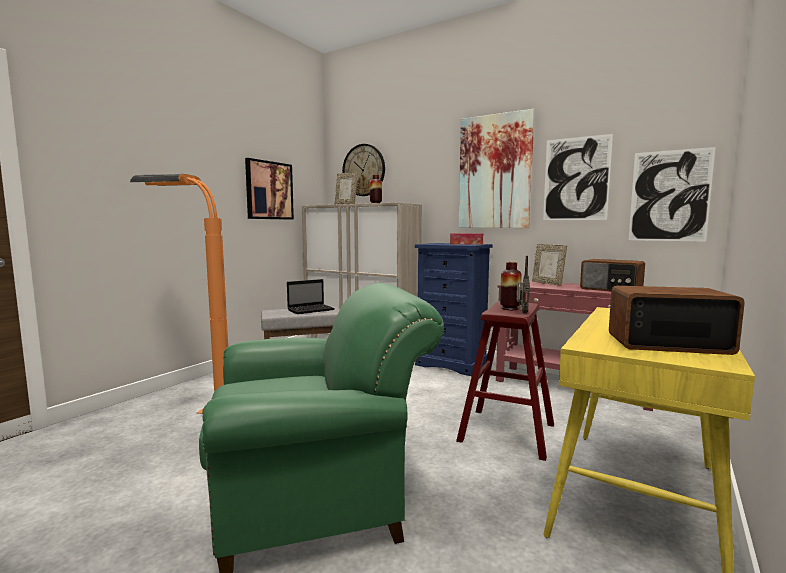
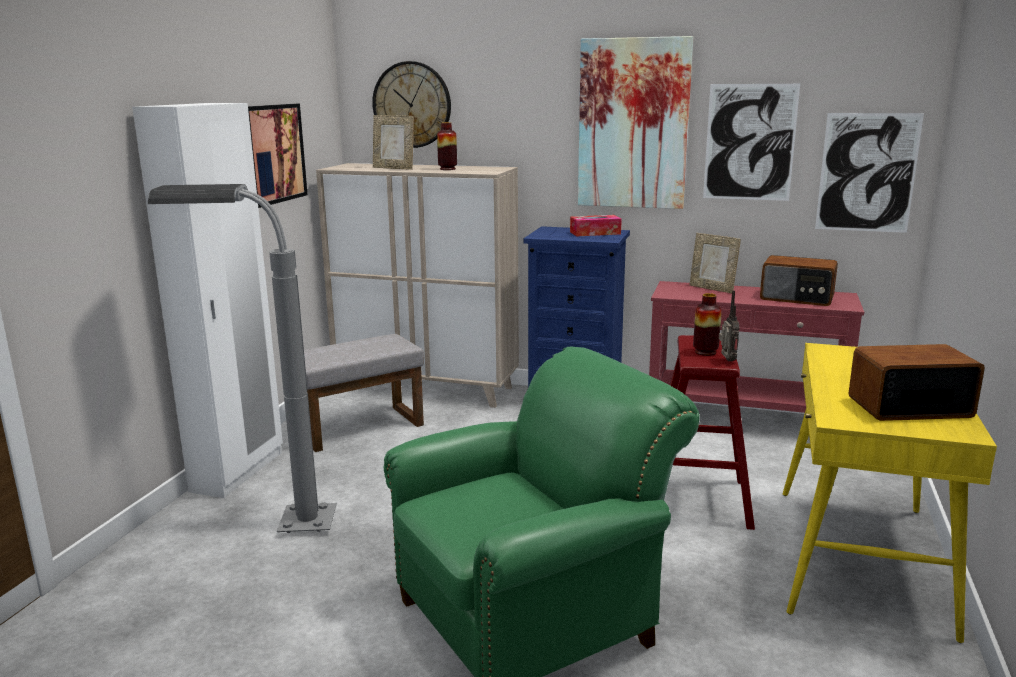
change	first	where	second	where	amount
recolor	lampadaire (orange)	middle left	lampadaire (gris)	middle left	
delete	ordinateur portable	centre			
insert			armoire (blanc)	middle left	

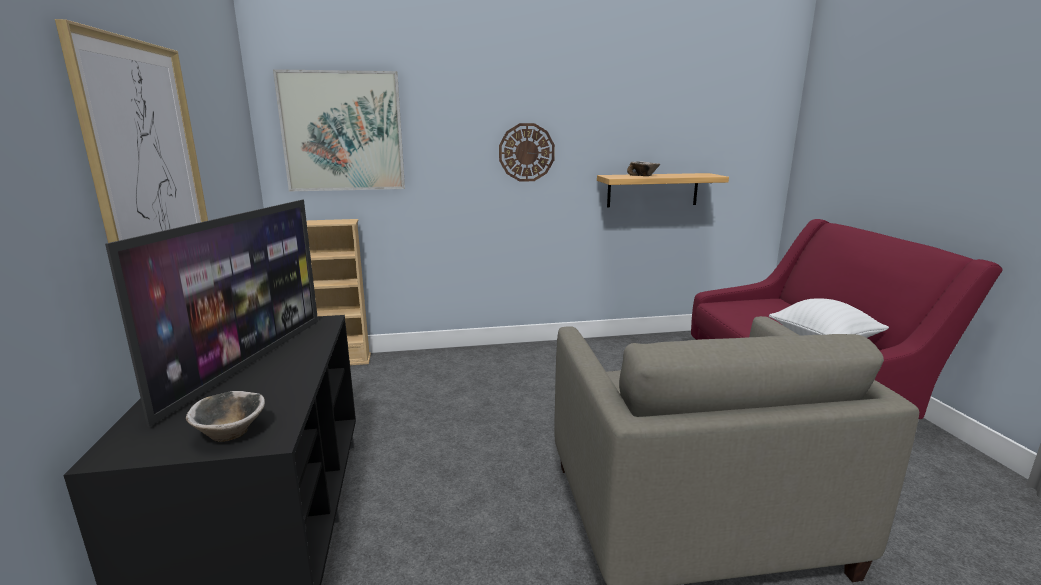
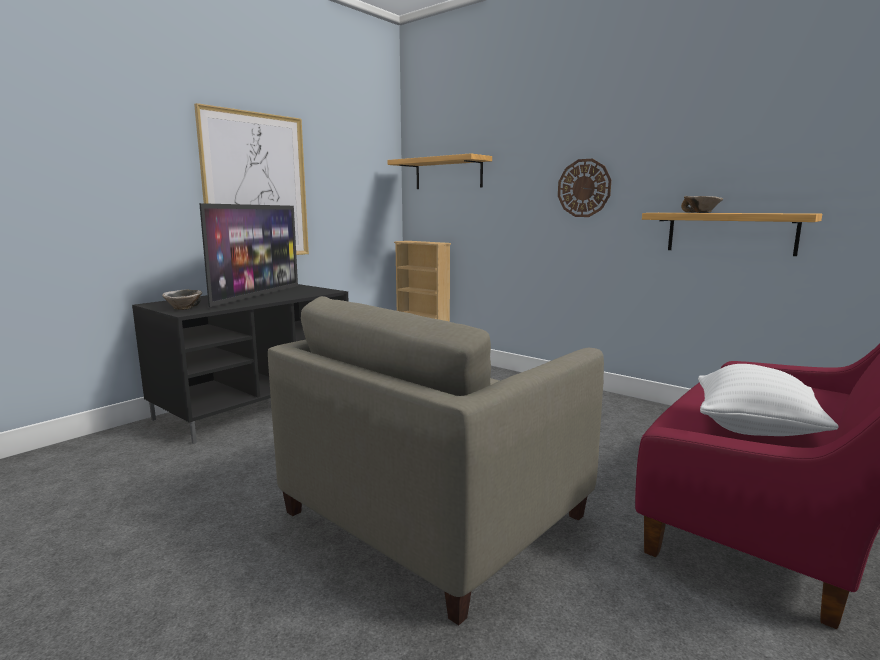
change	first	where	second	where	amount
replace	tableau (2nd from left)	top left	étagère (1st from left)	top centre	
rotate	téléviseur	middle left		middle left	45 degrees counterclockwise

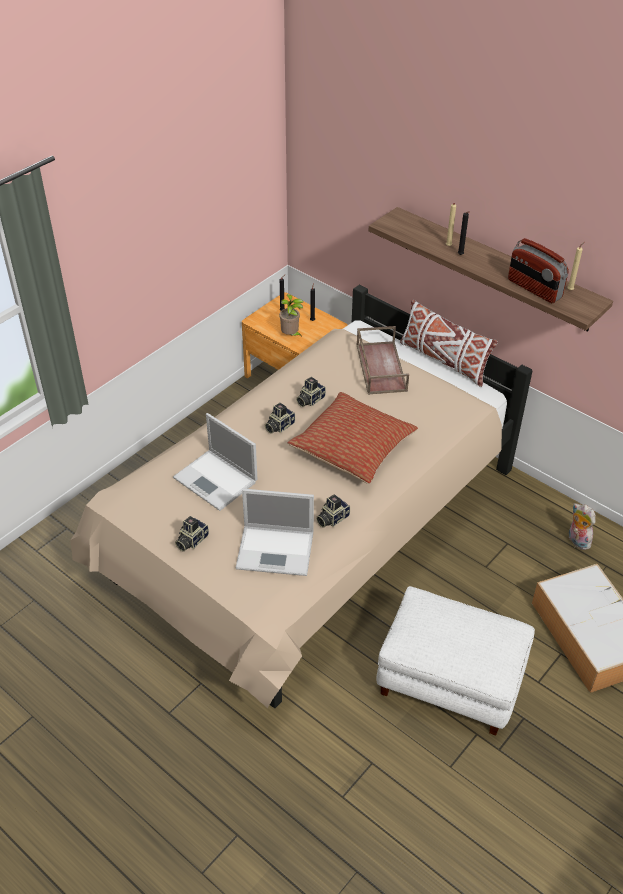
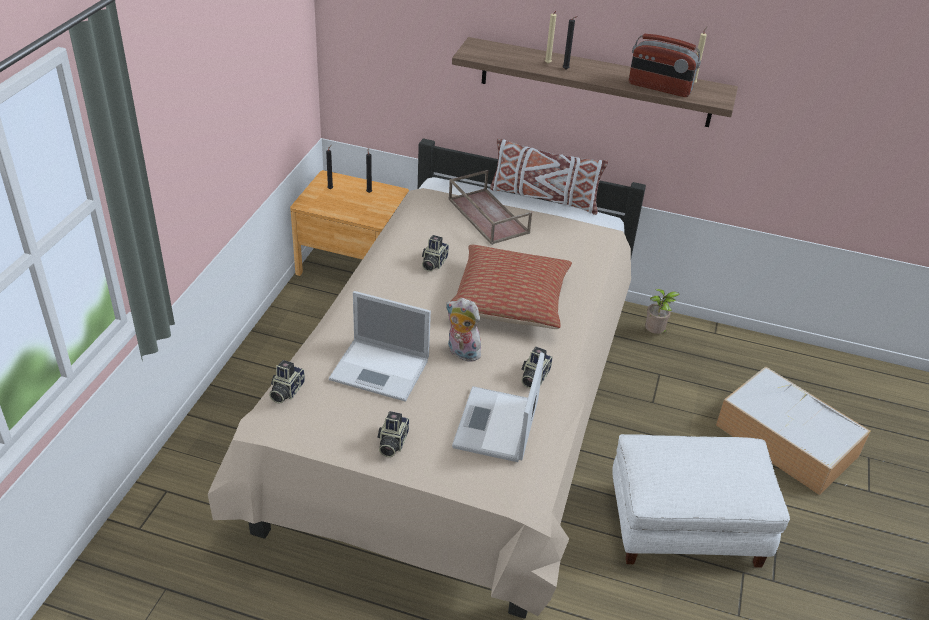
change	first	where	second	where	amount
move	plante en pot	centre		middle right	
move	appareil photo (2nd from left in the first image)	centre	appareil photo (1st from left)	middle left	
rotate	ordinateur portable (2nd from left)	centre		centre	120 degrees clockwise
move	peluche	middle right		centre	

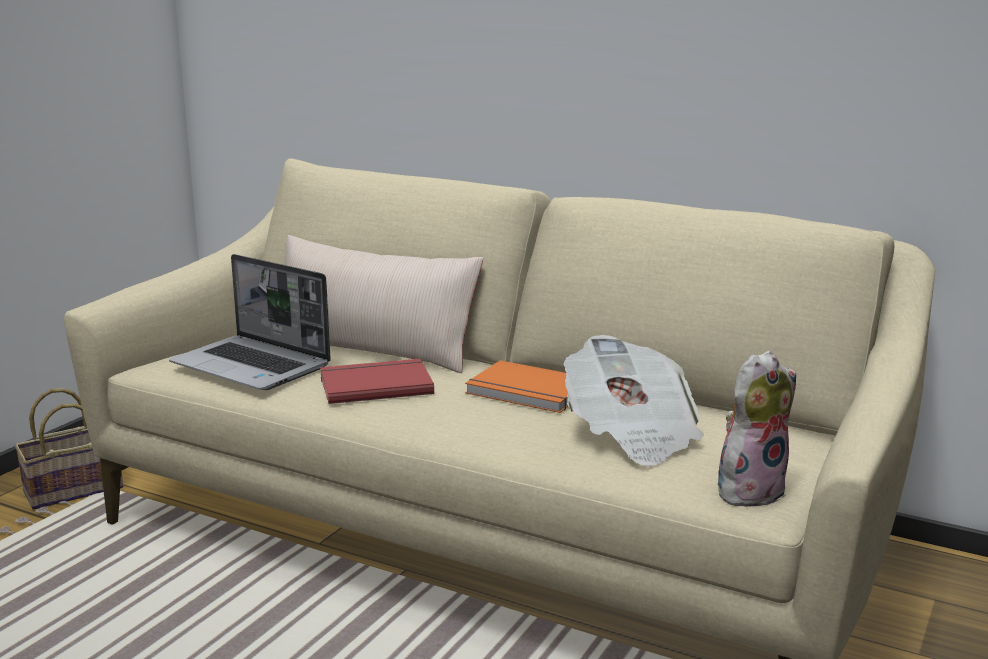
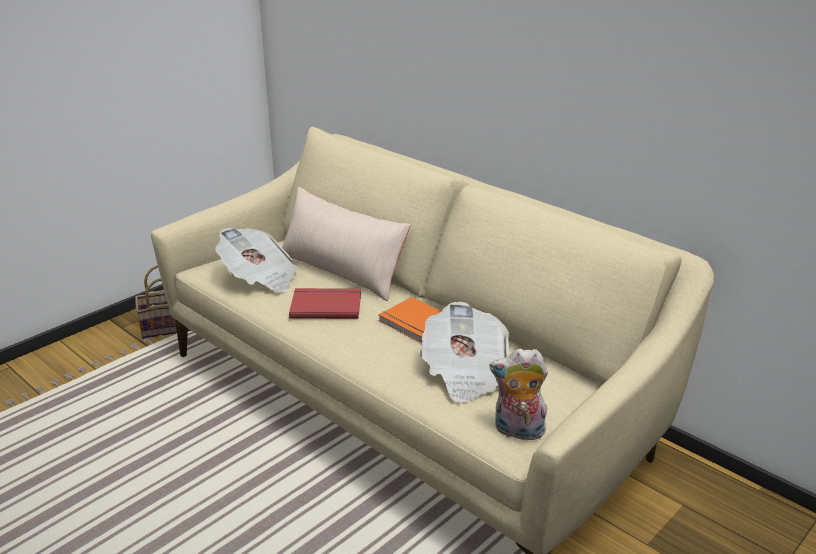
change	first	where	second	where	amount
replace	ordinateur portable	middle left	journal (1st from left)	middle left	
rotate	peluche	middle right		bottom centre	150 degrees counterclockwise

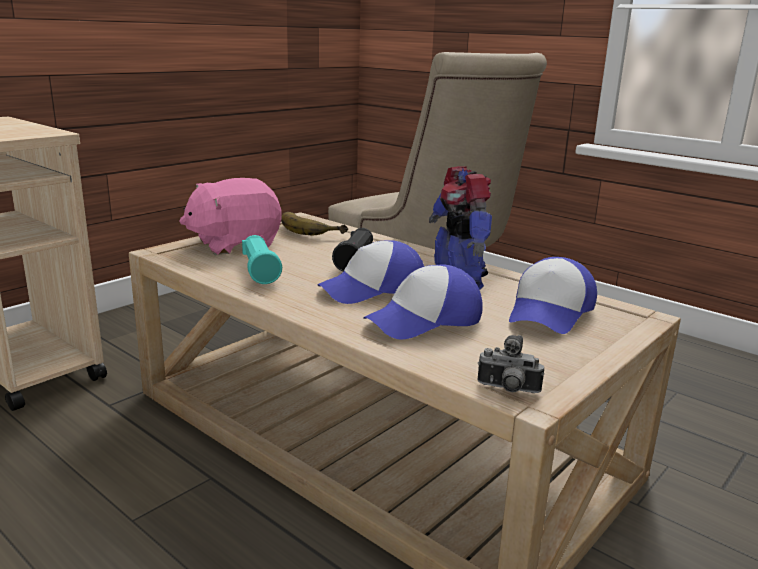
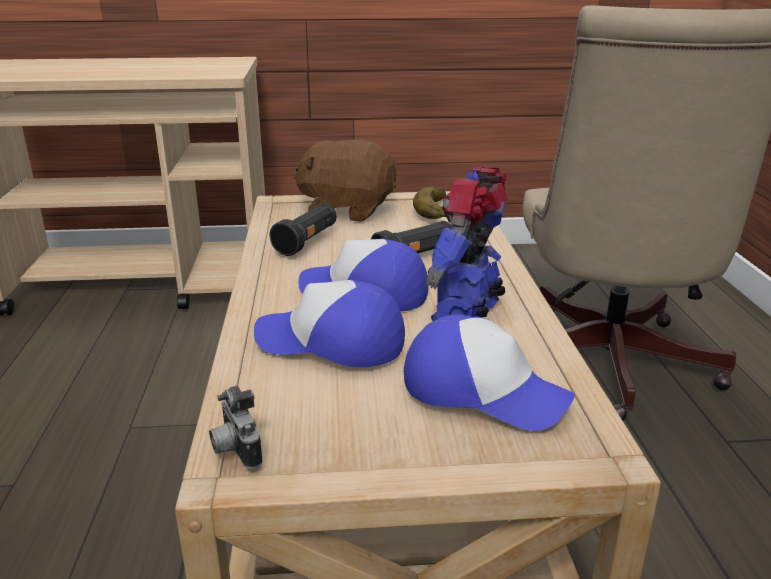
change	first	where	second	where	amount
recolor	peluche (rose)	middle left	peluche (marron)	top centre	
recolor	lampe de poche (turquoise)	centre	lampe de poche (noir) (1st from left)	centre	
rotate	casquette (3rd from left)	middle right		centre	135 degrees counterclockwise

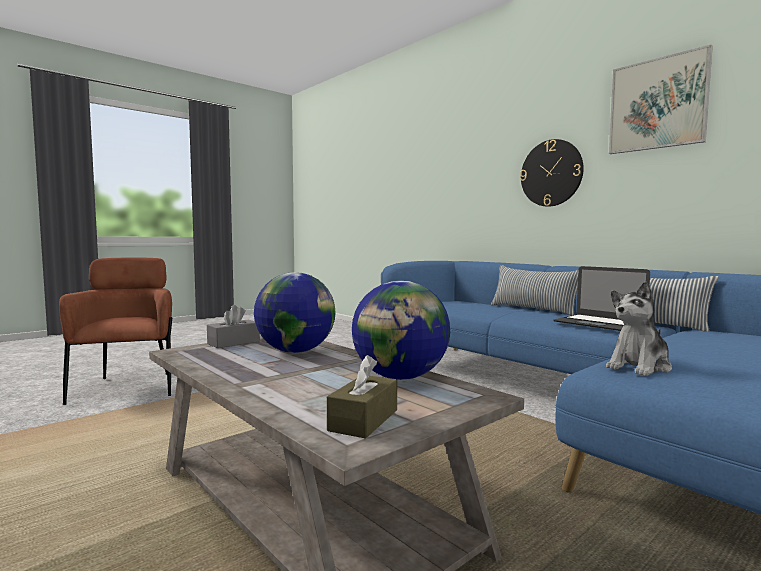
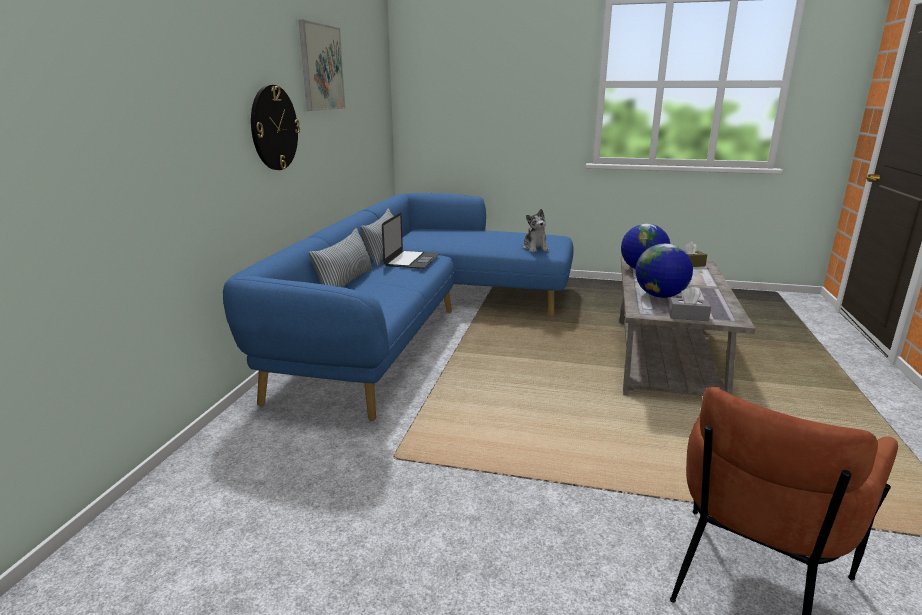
change	first	where	second	where	amount
rotate	peluche	middle right		centre	60 degrees clockwise

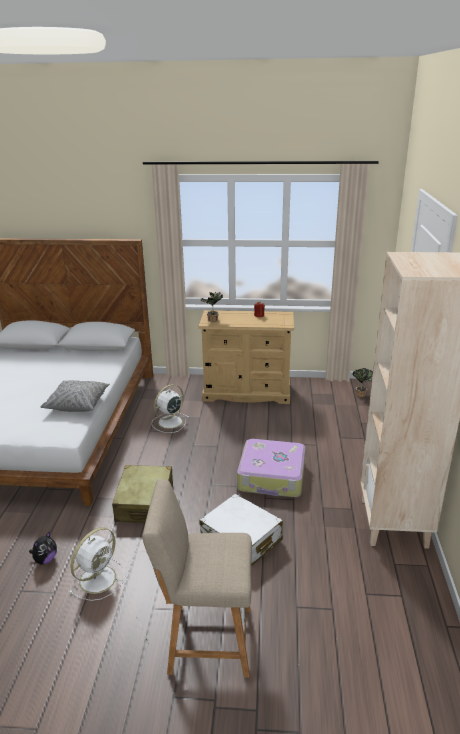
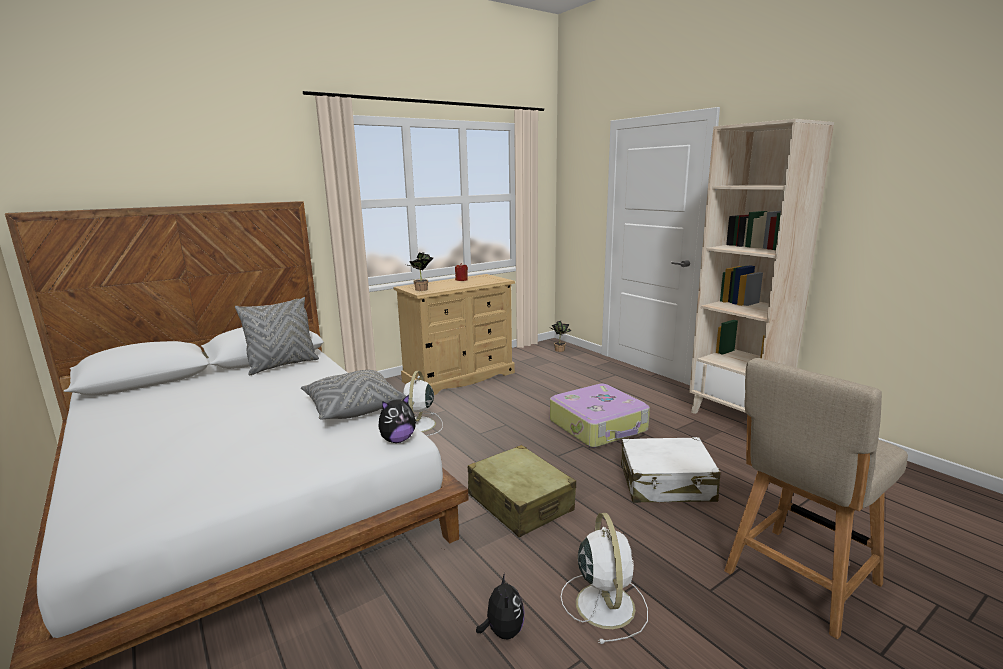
change	first	where	second	where	amount
insert			coussin (gris) (1st from left)	middle left	
insert			peluche (1st from left)	centre	

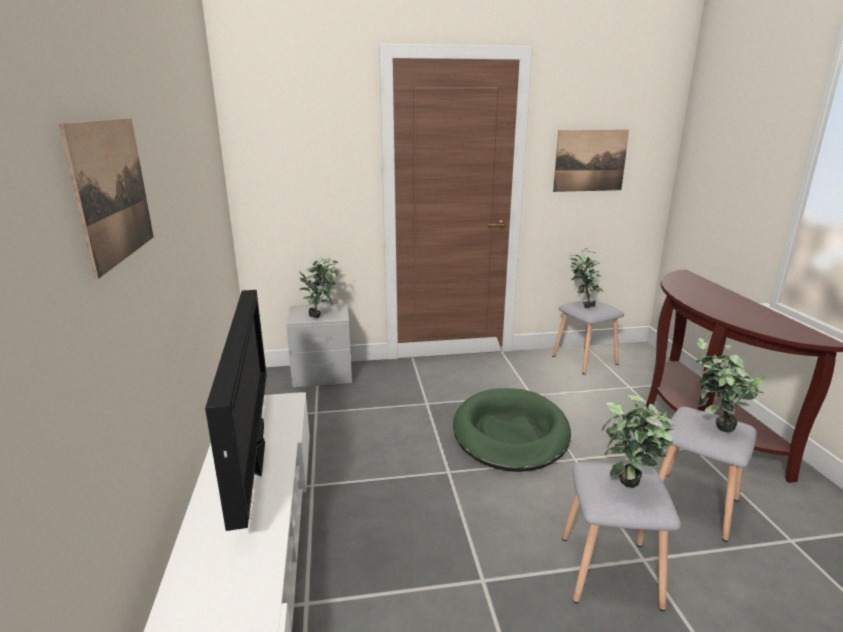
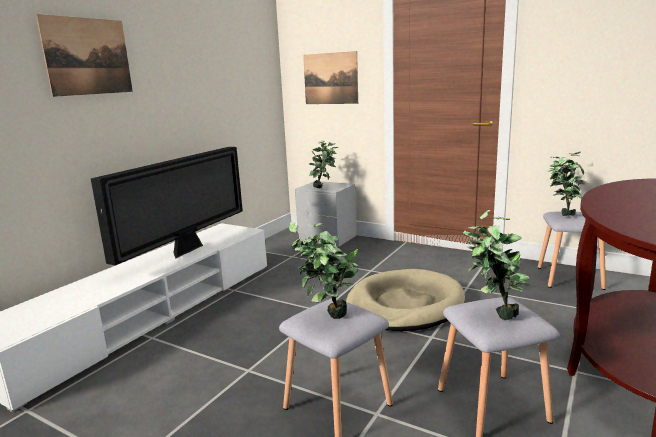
change	first	where	second	where	amount
move	tableau (2nd from left)	top right		top centre	
recolor	panier pour chien (vert)	bottom centre	panier pour chien (beige)	bottom centre	

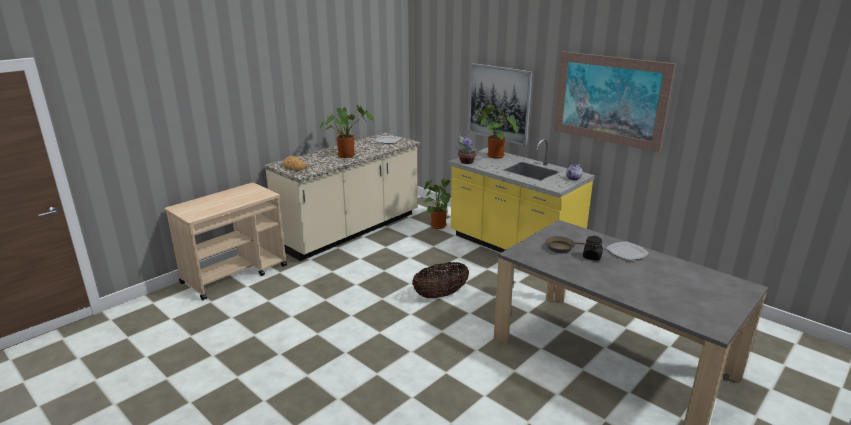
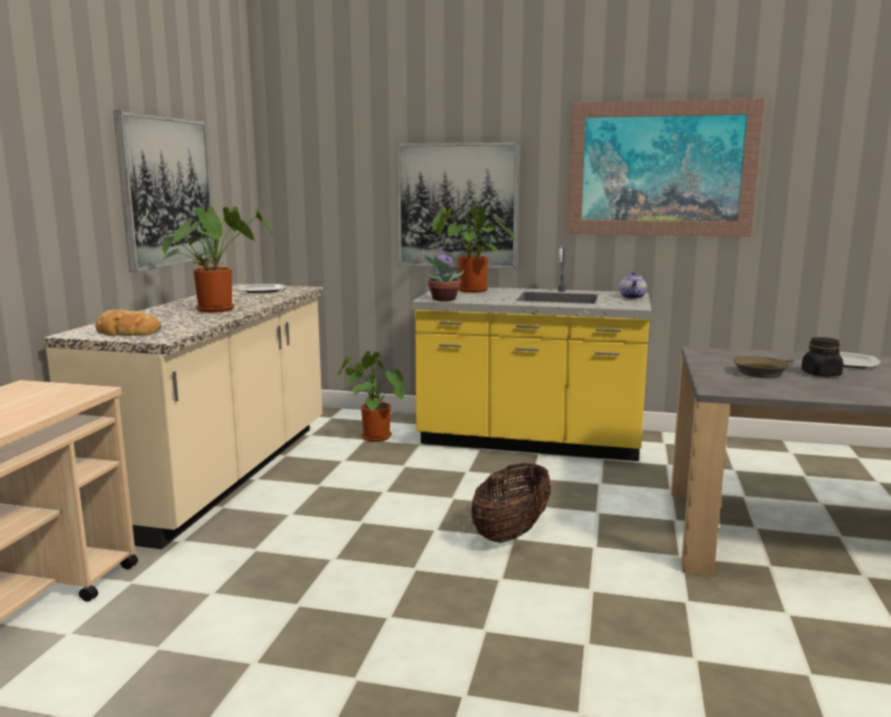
change	first	where	second	where	amount
insert			tableau (1st from left)	top left	

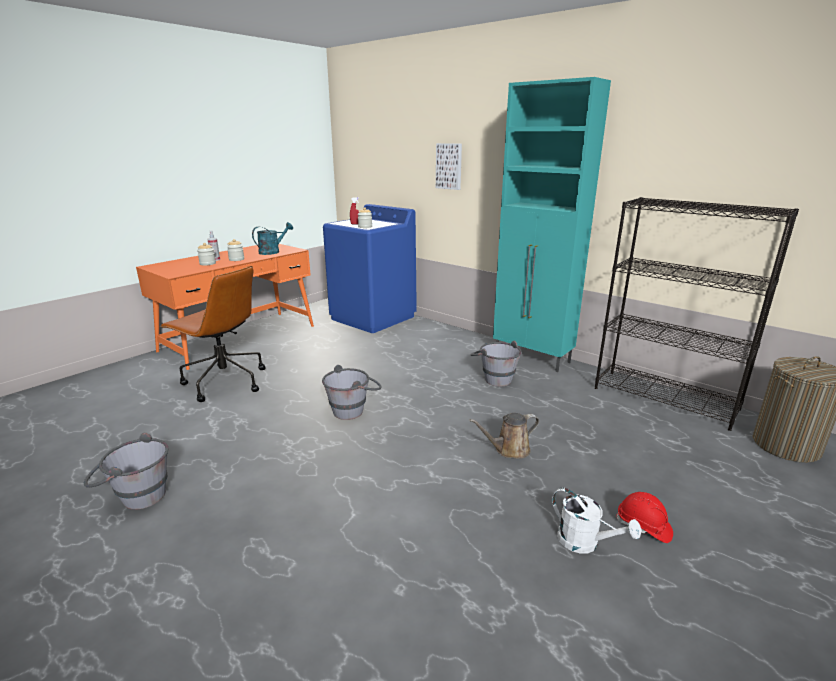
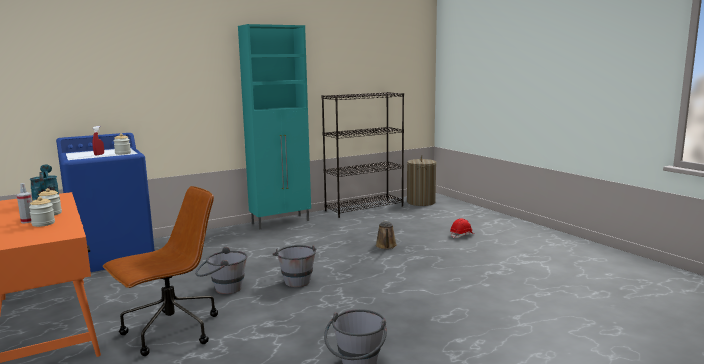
change	first	where	second	where	amount
delete	tableau	top centre			
move	seau (gris) (3rd from left in the first image)	centre	seau (gris) (1st from left)	bottom left	
delete	arrosoir (blanc)	bottom right			

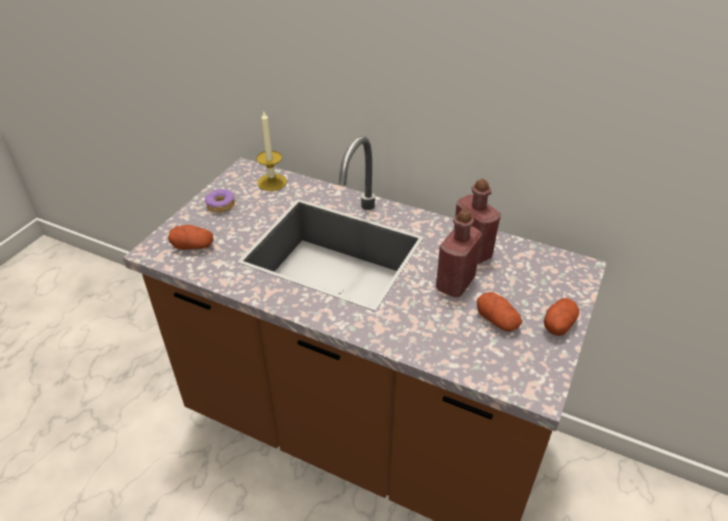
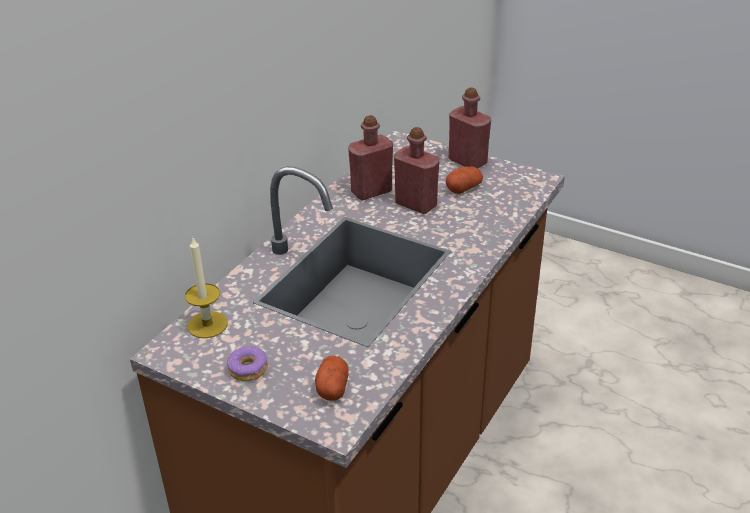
change	first	where	second	where	amount
replace	pomme de terre (3rd from left)	middle right	bouteille (rouge) (3rd from left)	top centre	

